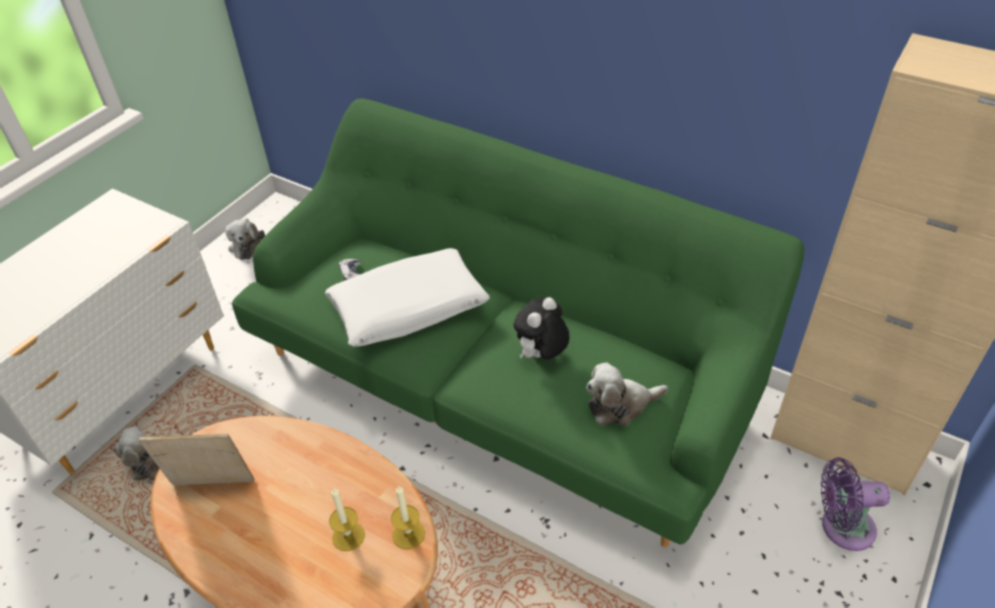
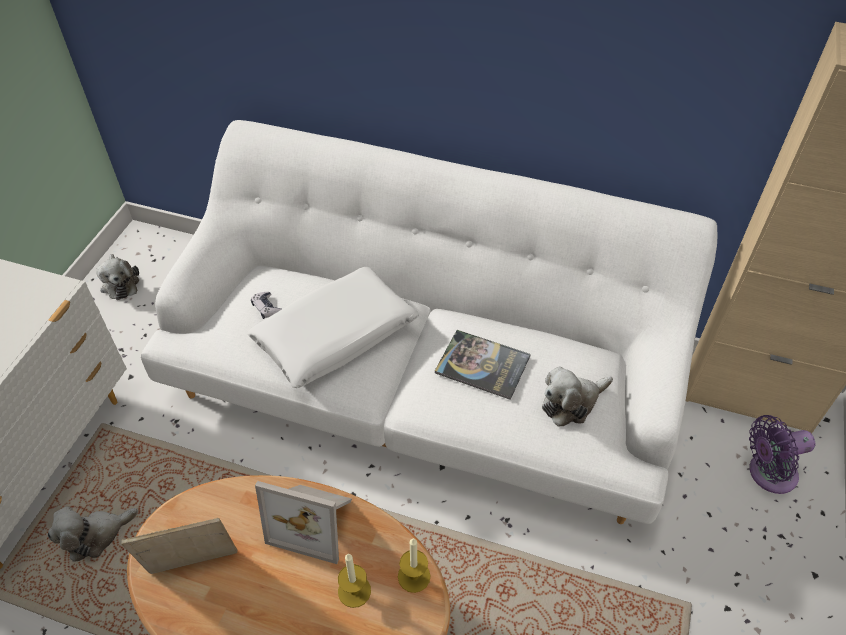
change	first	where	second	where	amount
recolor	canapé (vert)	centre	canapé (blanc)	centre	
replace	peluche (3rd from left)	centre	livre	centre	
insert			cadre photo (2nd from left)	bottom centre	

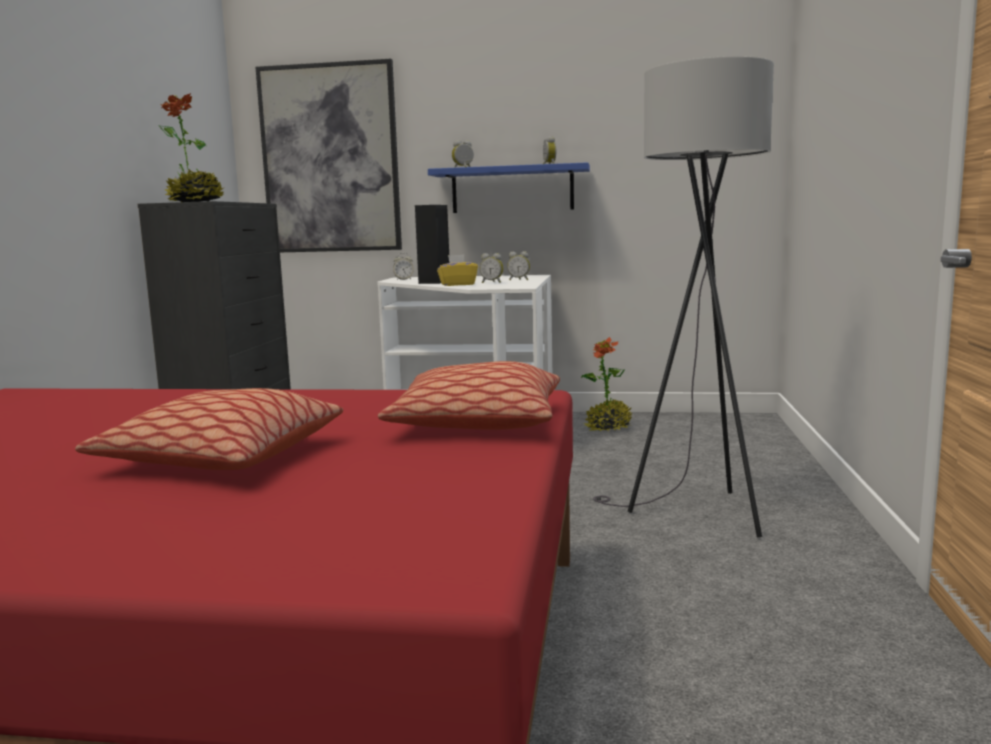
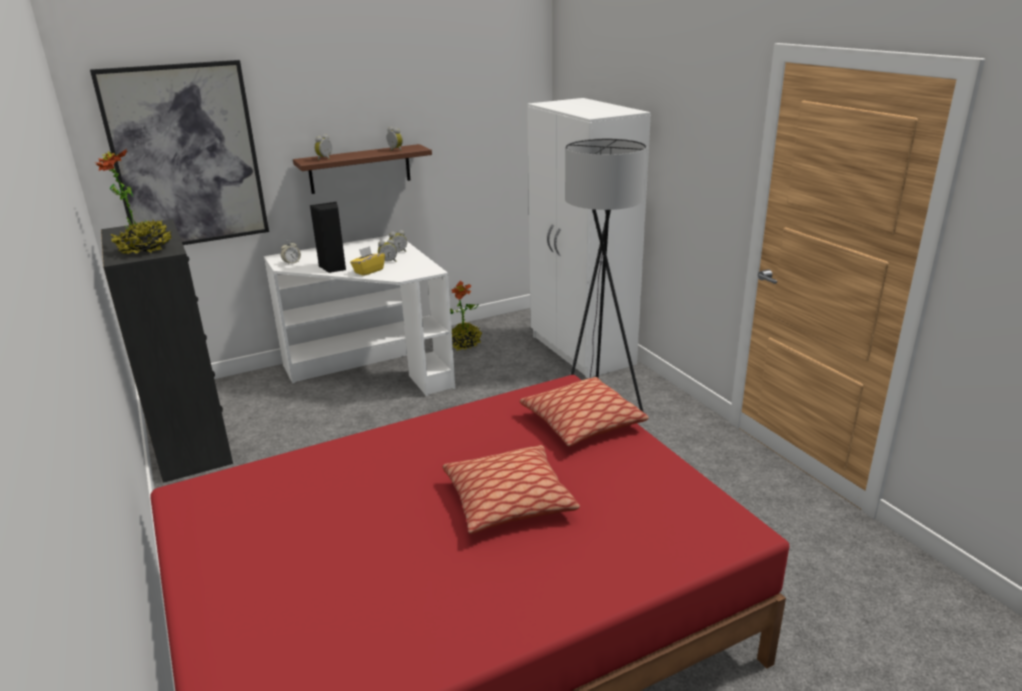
change	first	where	second	where	amount
recolor	étagère (bleu)	top centre	étagère (marron)	top centre	
insert			armoire (blanc)	centre	

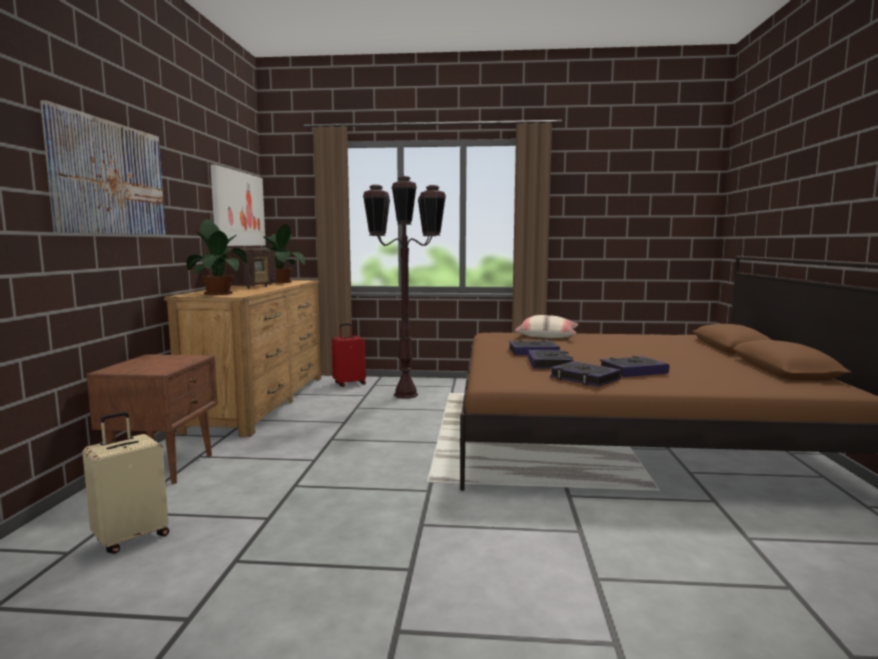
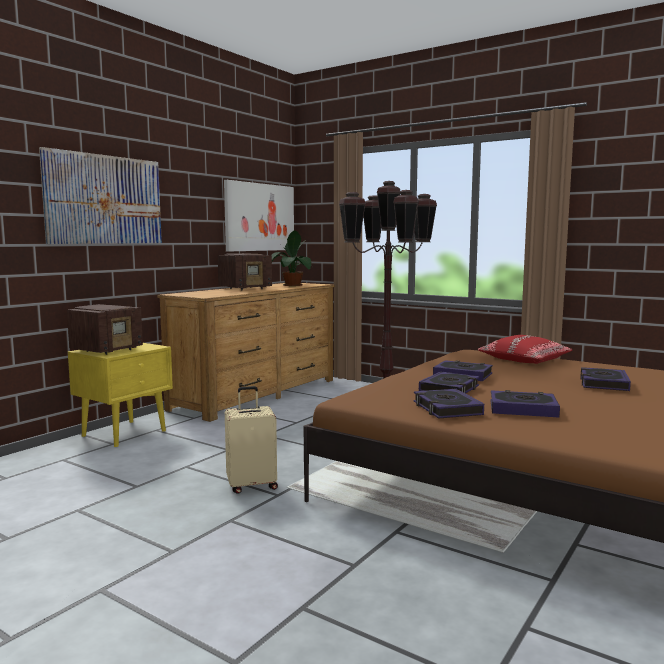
change	first	where	second	where	amount
delete	plante en pot (1st from left)	middle left			
recolor	coussin (beige)	centre	coussin (rouge)	middle right	
delete	valise (rouge)	centre			
recolor	table de chevet (marron)	middle left	table de chevet (jaune)	middle left	
move	valise (beige)	bottom left		centre	
insert			radio (1st from left)	middle left	
insert			livre (5th from left)	middle right	

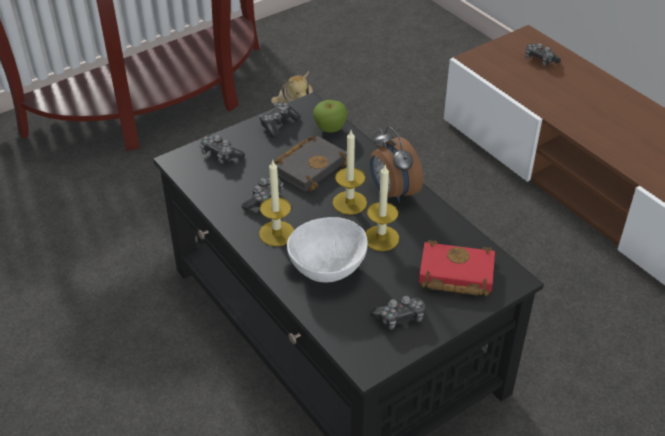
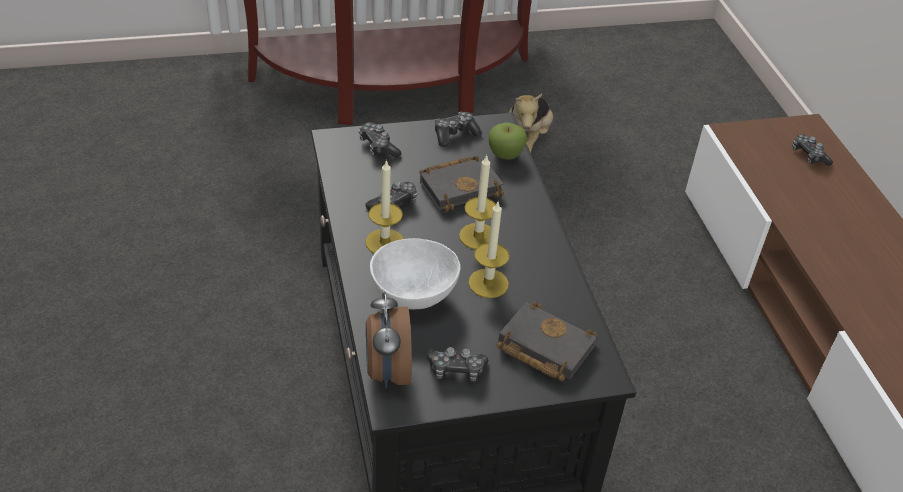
change	first	where	second	where	amount
move	réveil	centre		bottom centre	
recolor	livre (rouge)	middle right	livre (noir) (2nd from left)	bottom centre	

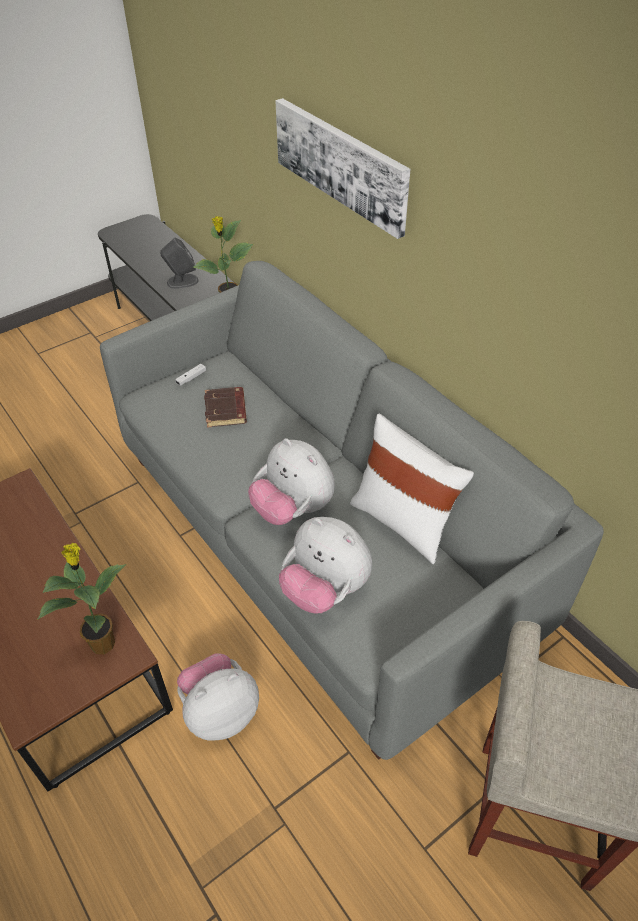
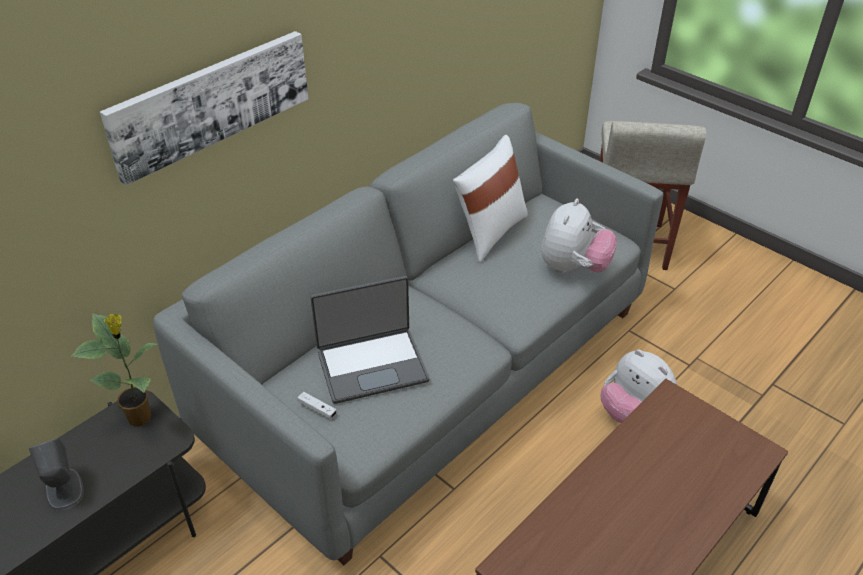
change	first	where	second	where	amount
replace	livre (marron)	centre	ordinateur portable	centre	
delete	peluche (2nd from left)	centre			
delete	plante en pot (1st from left)	middle left			

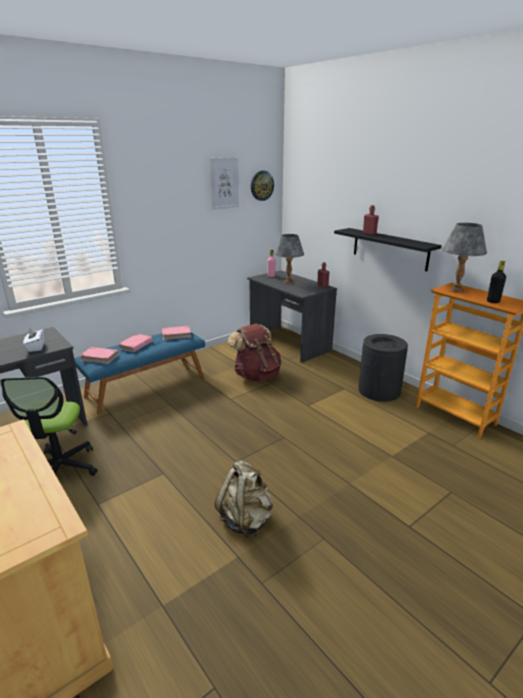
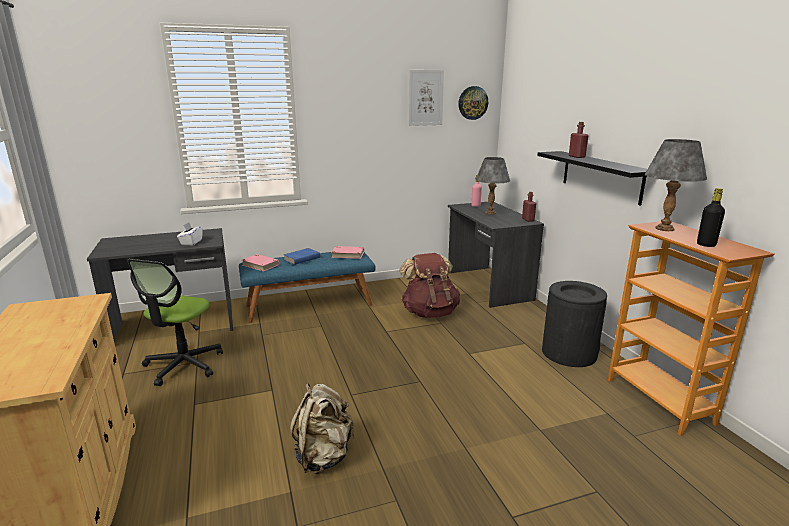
change	first	where	second	where	amount
recolor	livre (rose) (2nd from left)	middle left	livre (bleu)	centre	

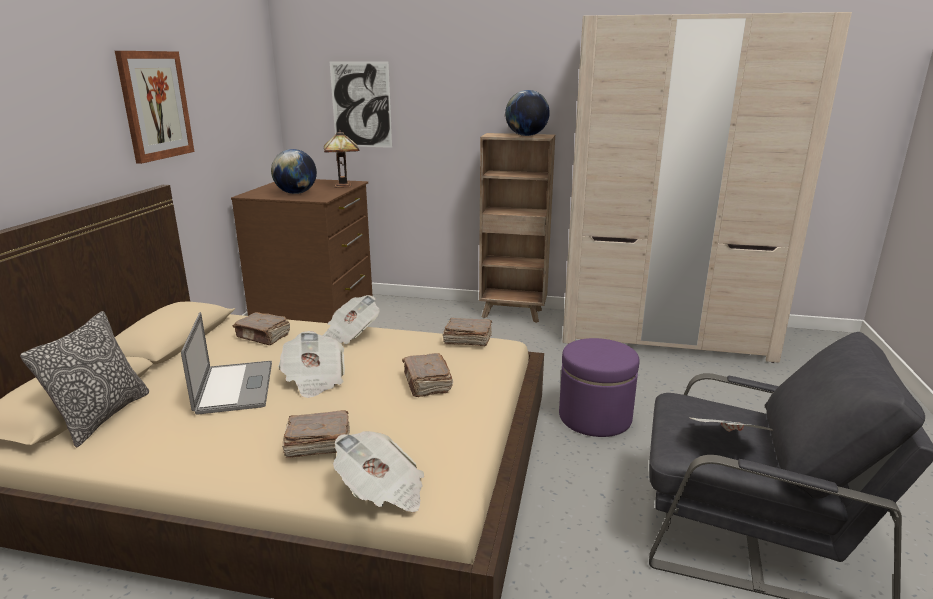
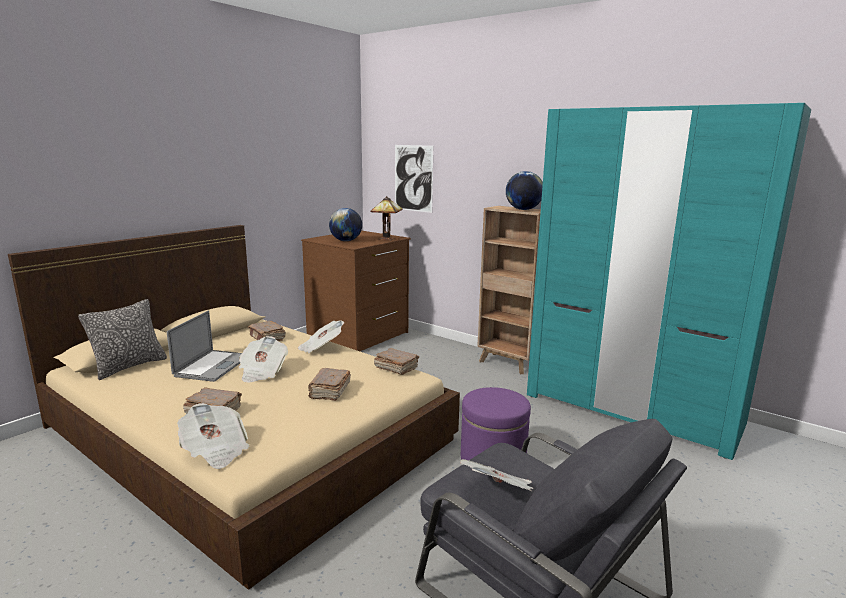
change	first	where	second	where	amount
recolor	armoire (beige)	top right	armoire (turquoise)	middle right	
delete	tableau (1st from left)	top left			

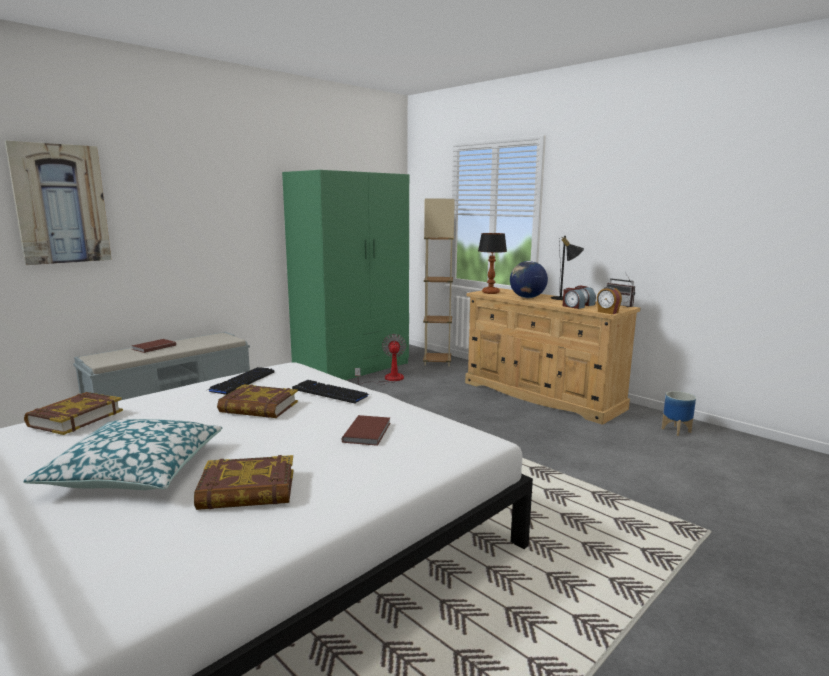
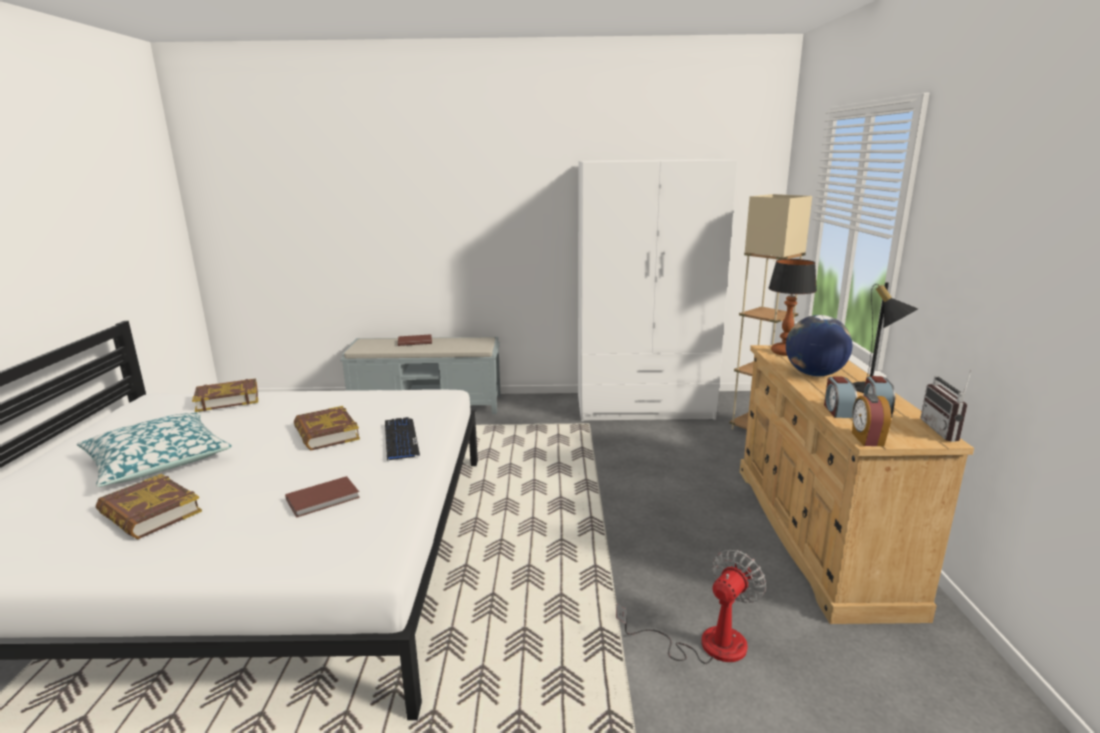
change	first	where	second	where	amount
delete	tableau	top left			
recolor	armoire (vert)	centre	armoire (blanc)	centre	
move	ventilateur	centre		bottom centre	
delete	clavier (1st from left)	middle left			
delete	cache-pot	middle right			

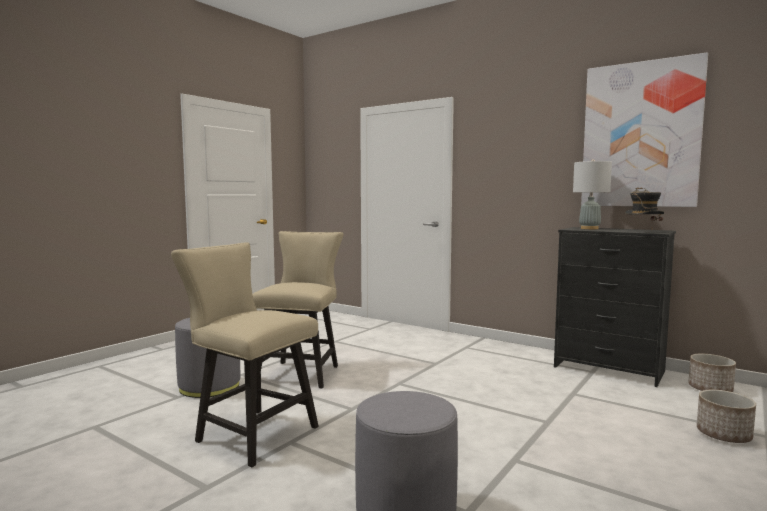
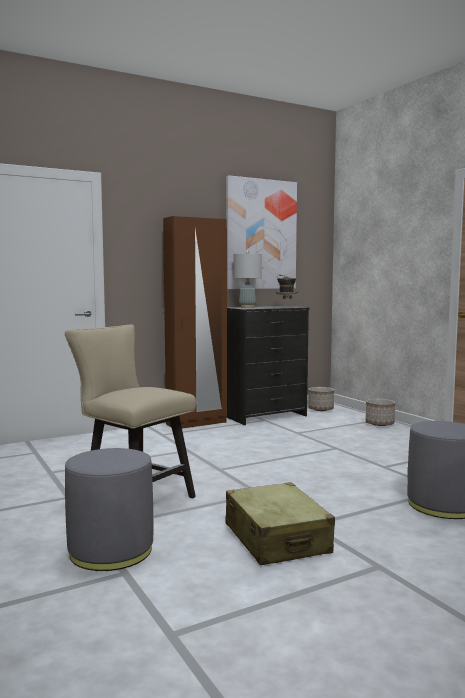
change	first	where	second	where	amount
replace	chaise (beige) (1st from left)	bottom left	valise (beige)	bottom centre	
insert			armoire (marron)	centre	

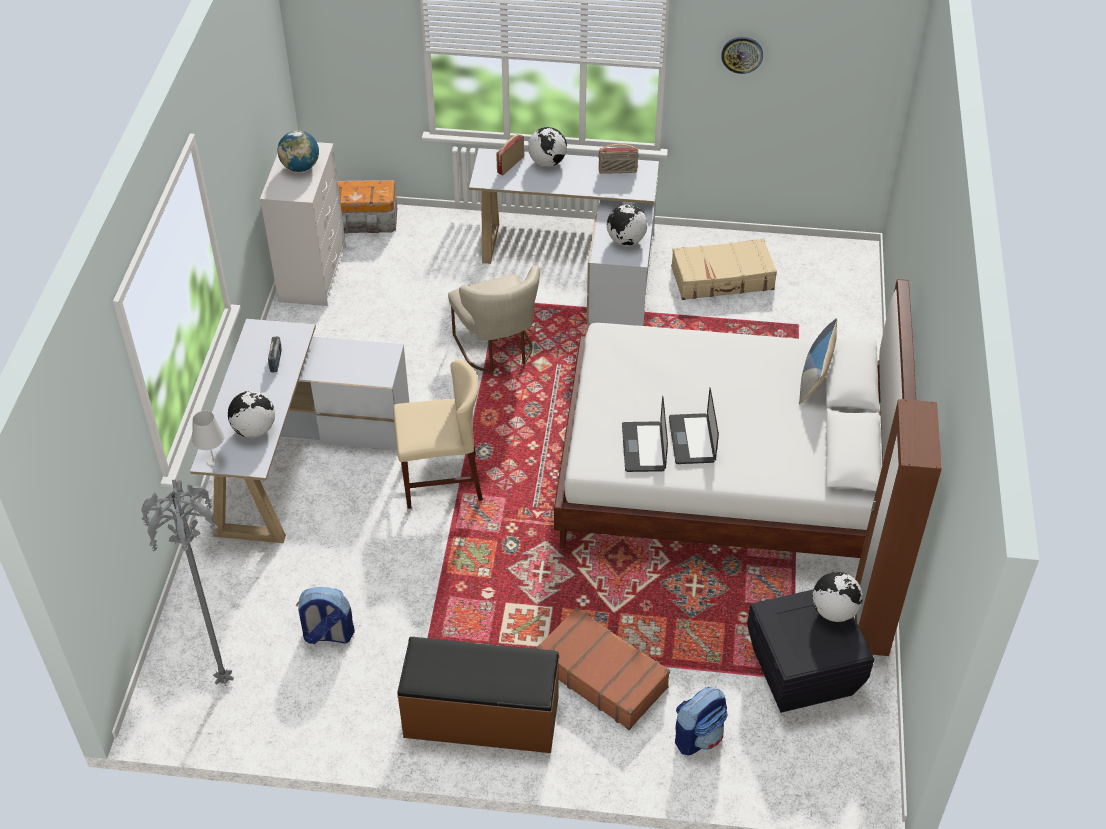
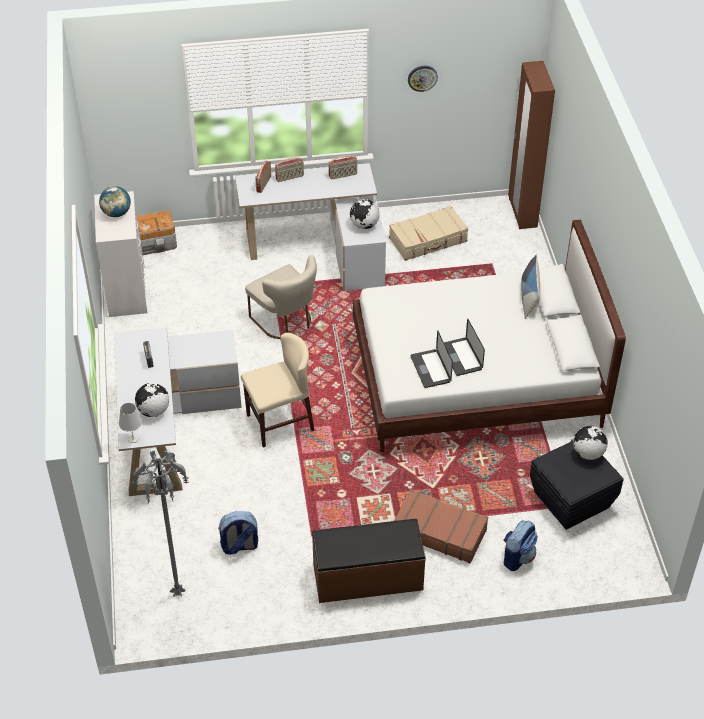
change	first	where	second	where	amount
replace	globe (3rd from left)	top centre	radio (3rd from left)	top centre	
move	armoire (marron)	middle right		top right	

